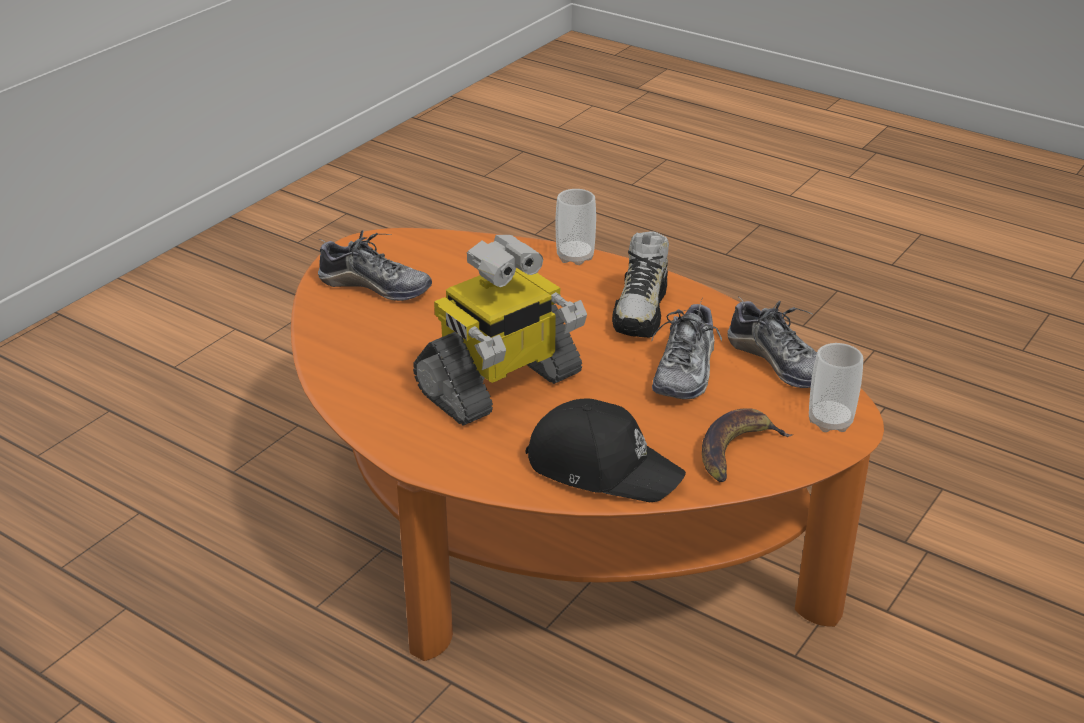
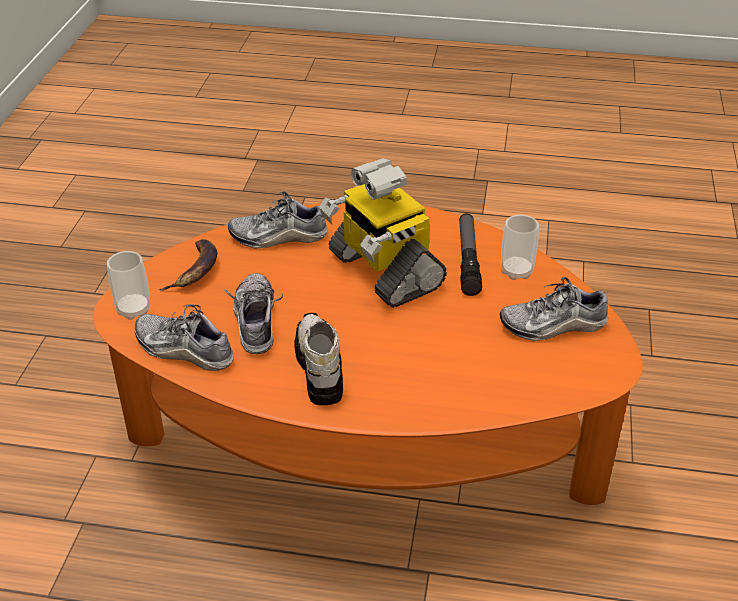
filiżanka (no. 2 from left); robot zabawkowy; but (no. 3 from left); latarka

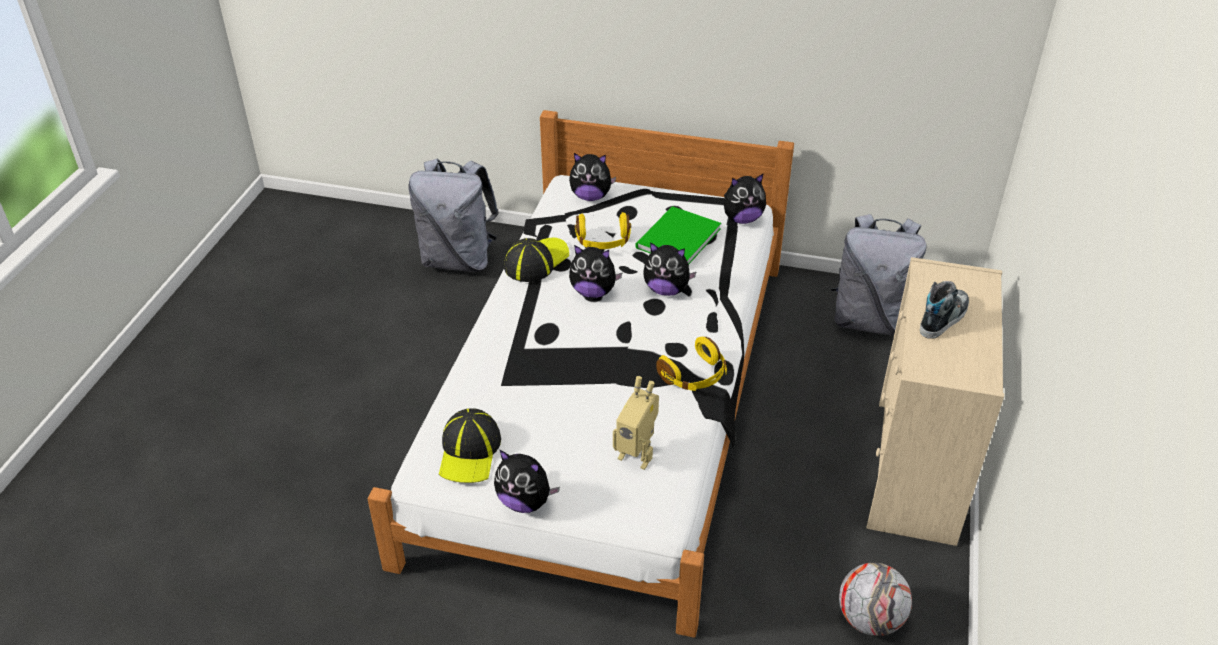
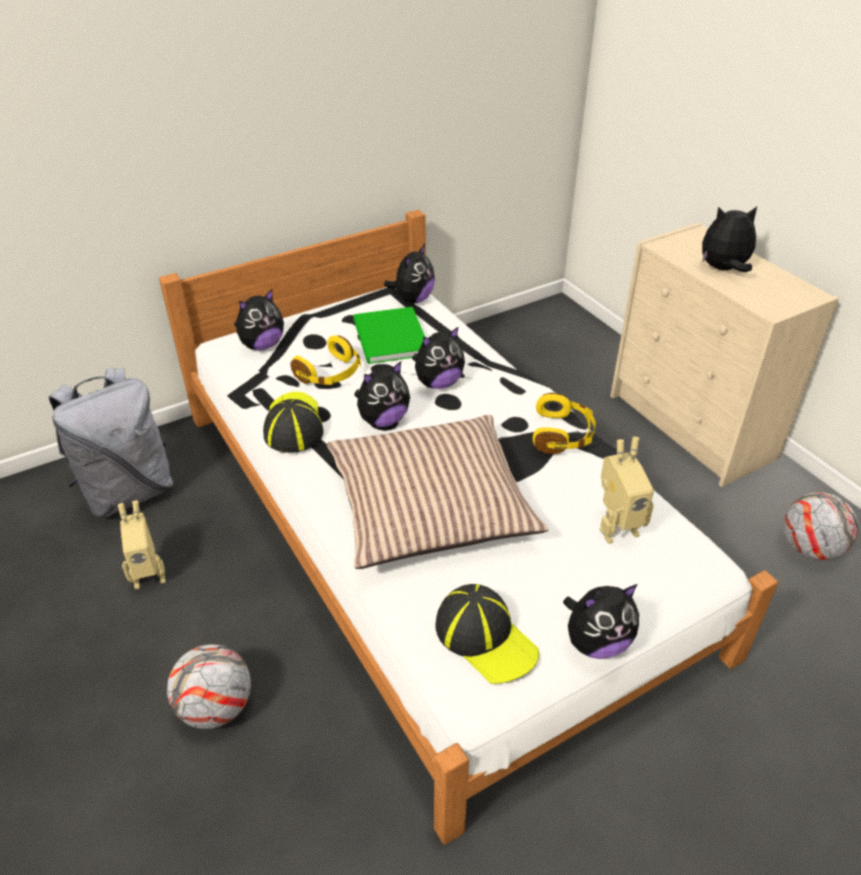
plecak (szary) (no. 2 from left in the first image); pluszak (no. 6 from left); poduszka; robot zabawkowy (no. 1 from left); piłka futbolowa (no. 1 from left)

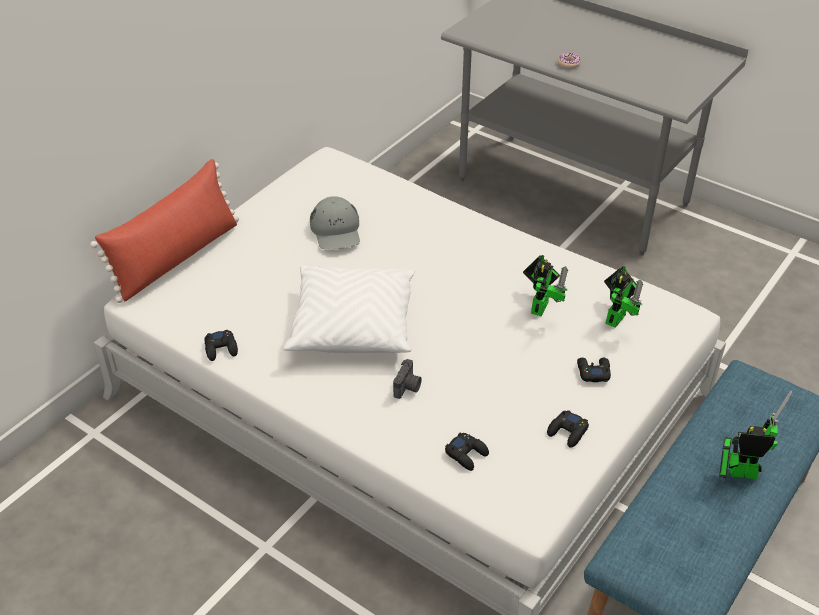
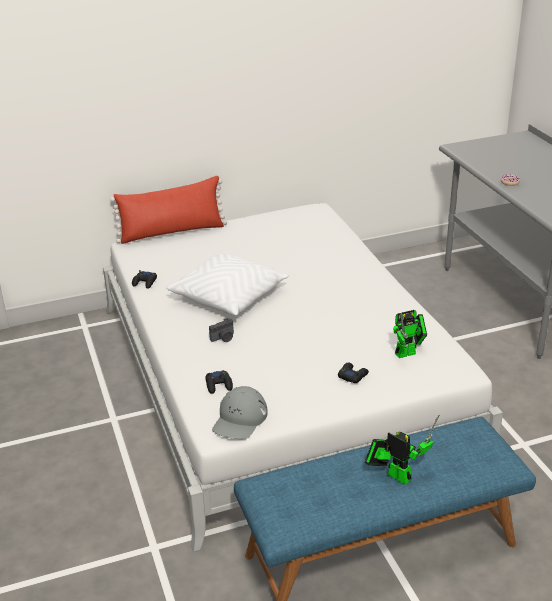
czapka z daszkiem (szary); robot zabawkowy (no. 1 from left in the first image); pad do gier (czarny) (no. 3 from left in the first image)

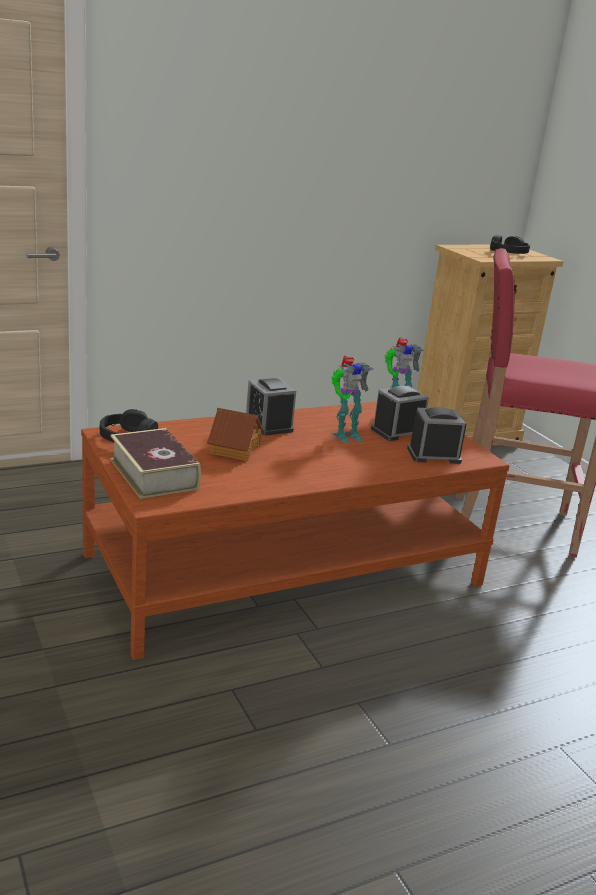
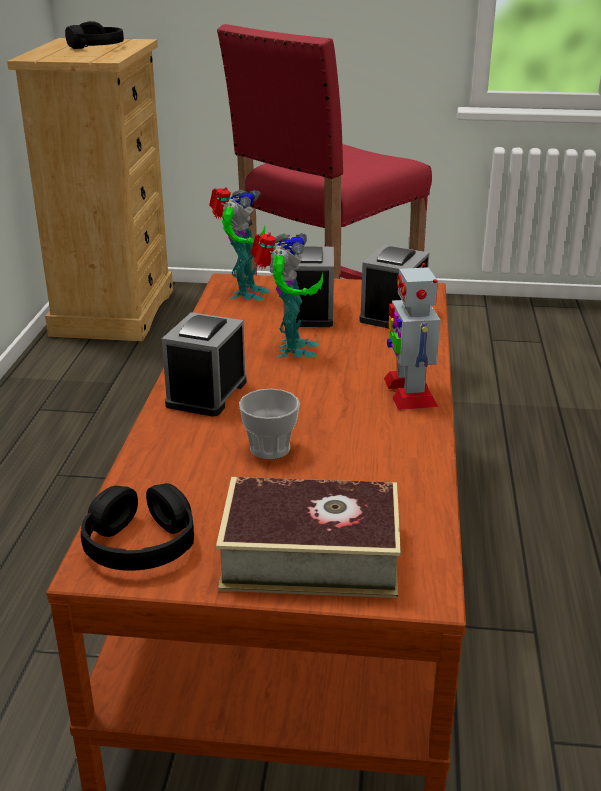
budzik (no. 1 from left); filiżanka; robot zabawkowy (no. 3 from left)

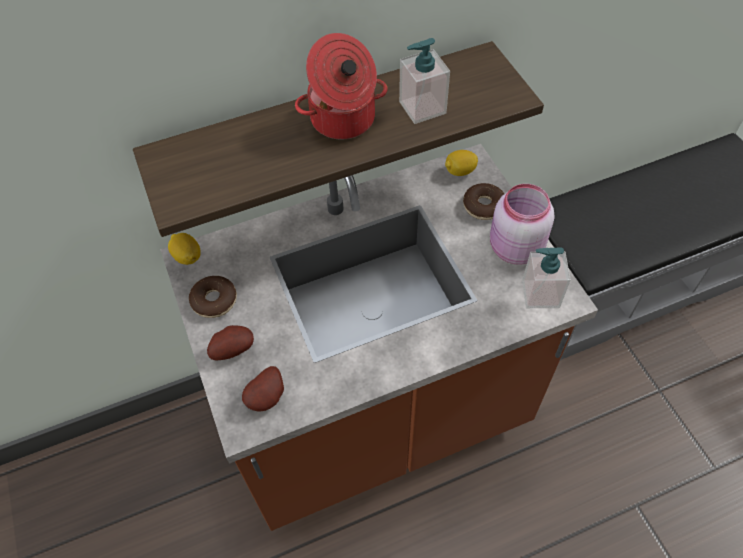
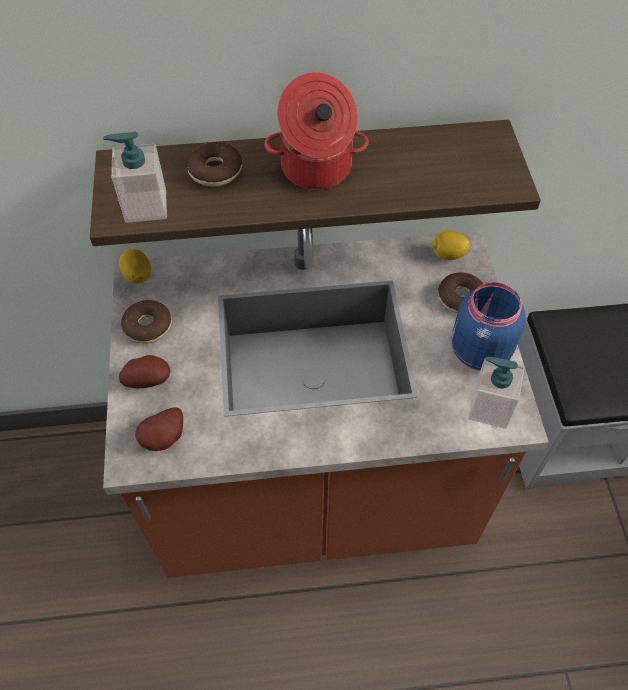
dozownik mydła (no. 1 from left); słoik (niebieski); donut (no. 2 from left)

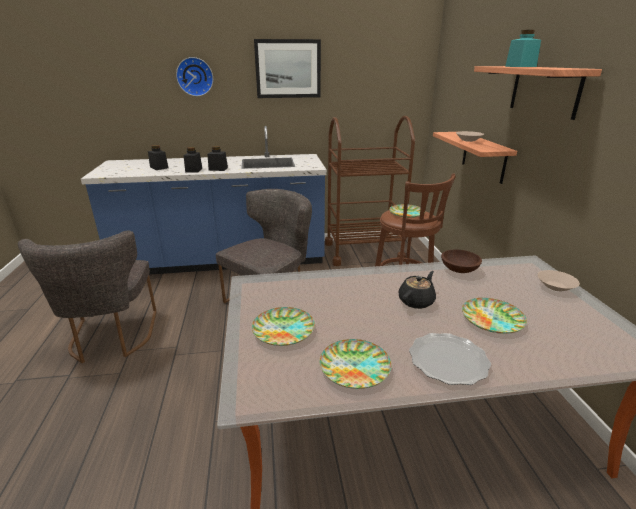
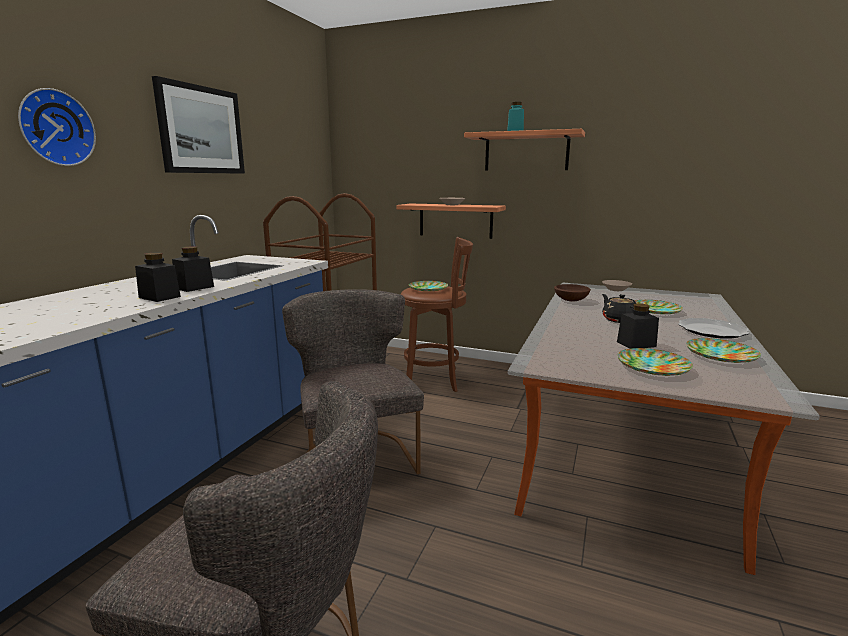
słoik (czarny) (no. 3 from left)

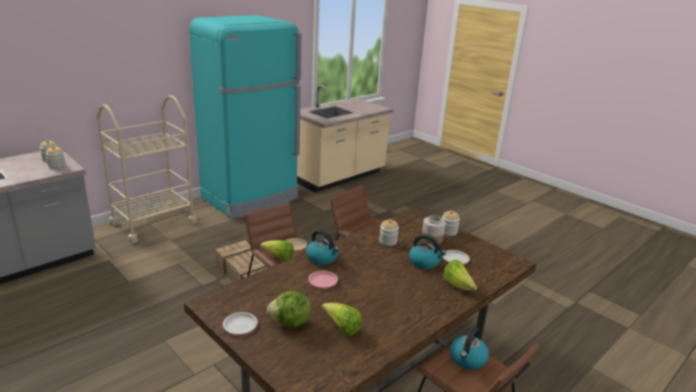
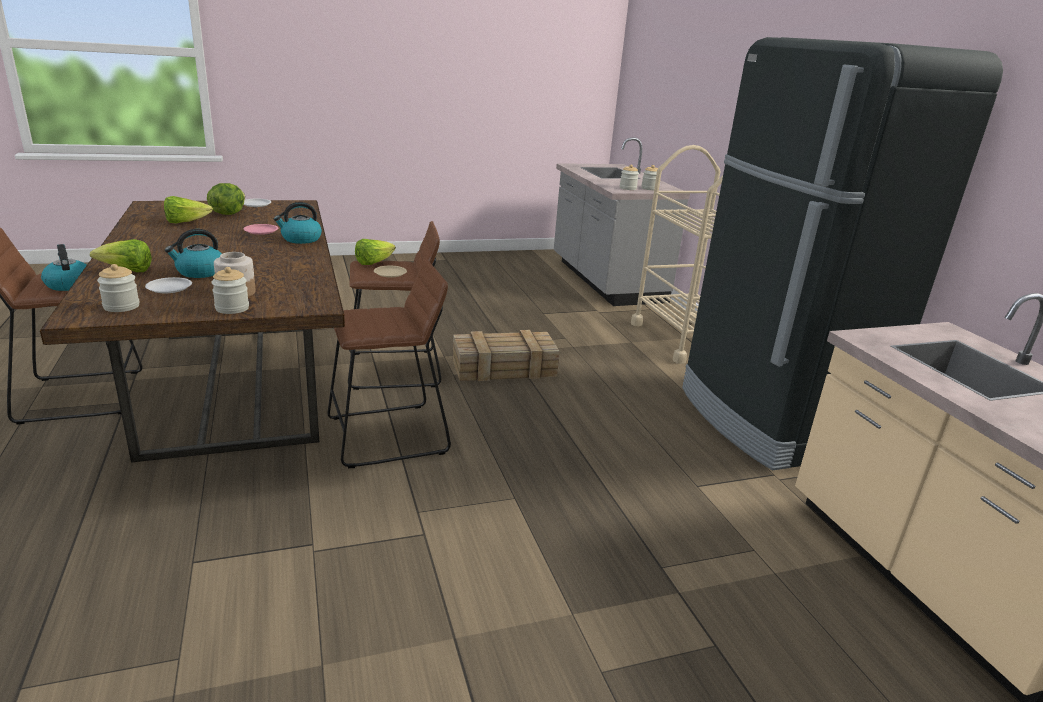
lodówka (czarny); słoik (no. 1 from left)

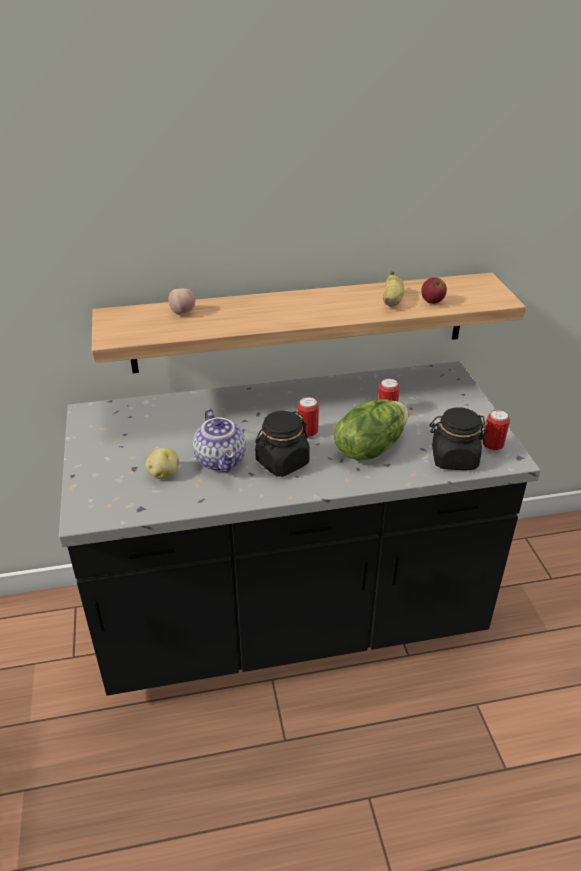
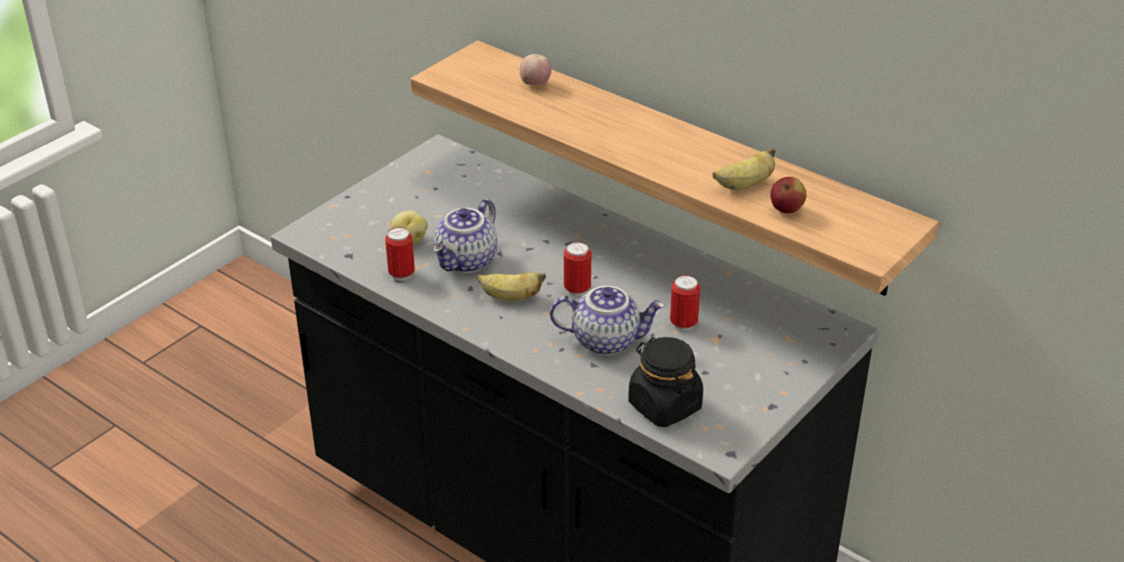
imbryk (no. 2 from left); puszka (no. 1 from left); banan (no. 1 from left)

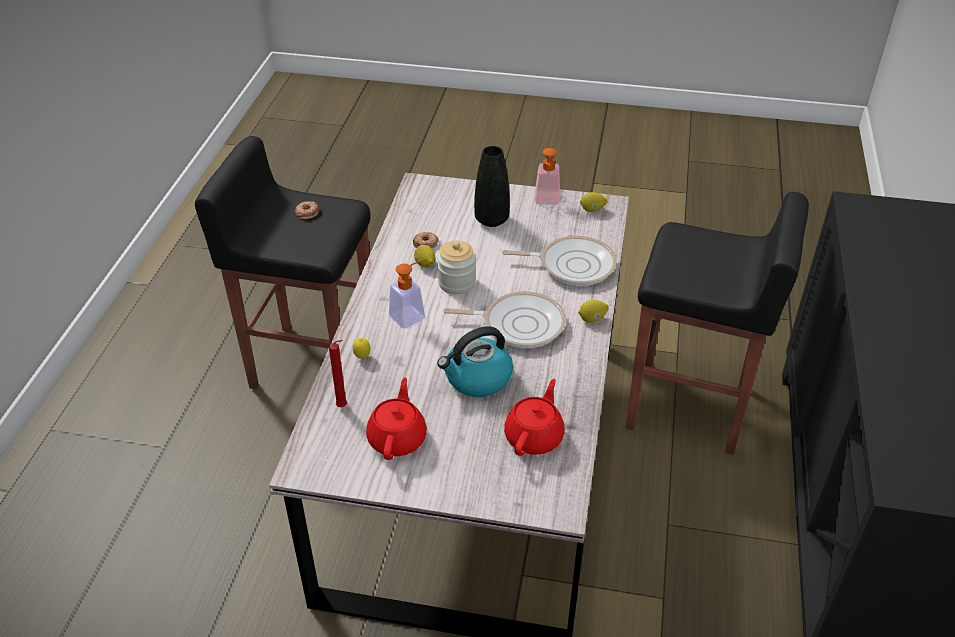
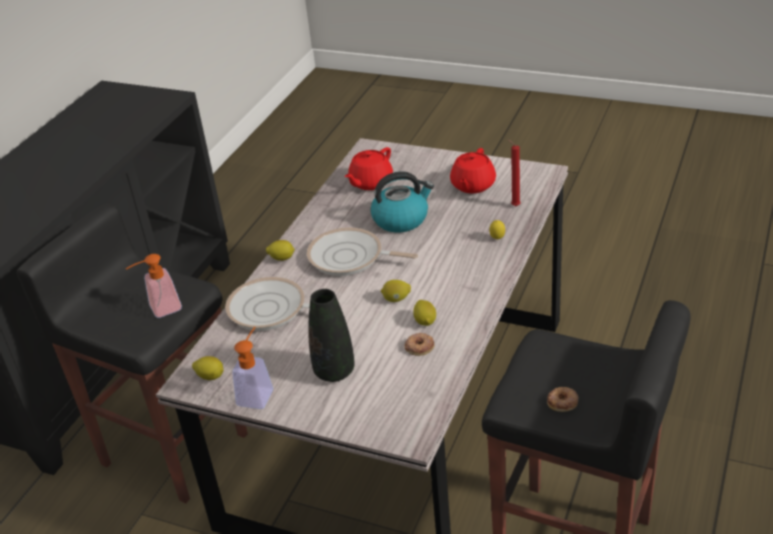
cytryna (no. 3 from left); dozownik mydła (no. 1 from left)

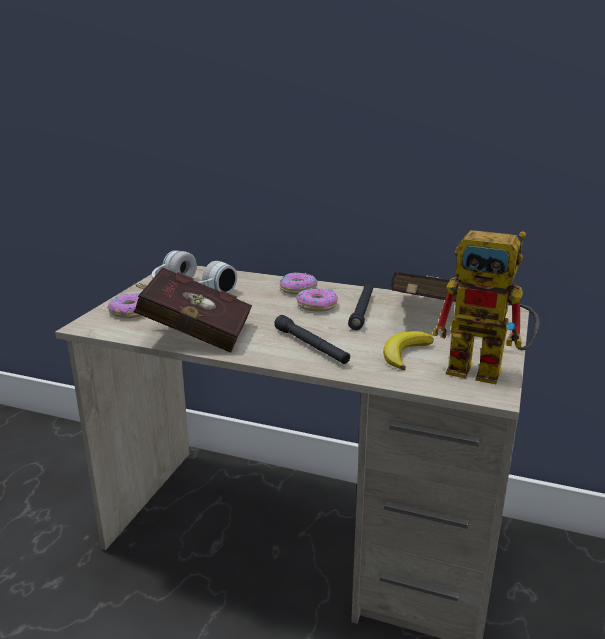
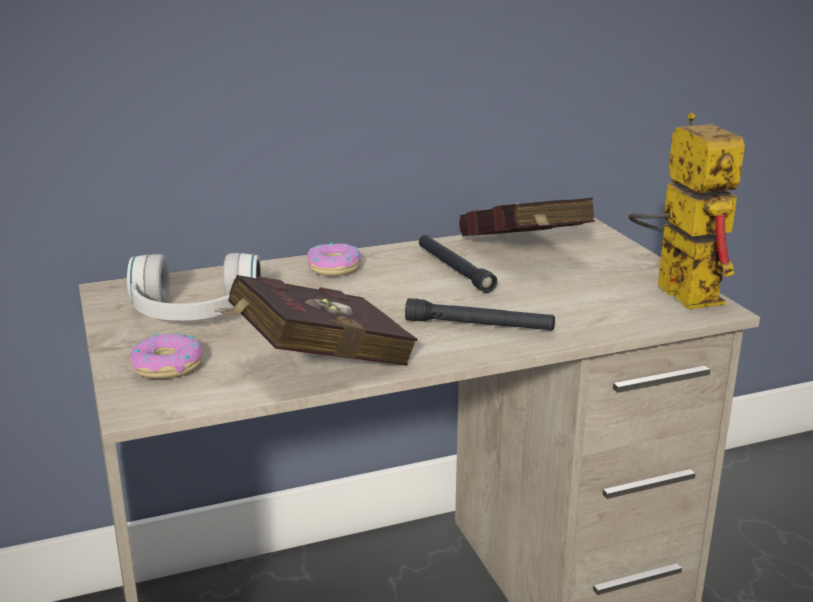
robot zabawkowy; donut (no. 3 from left in the first image); banan

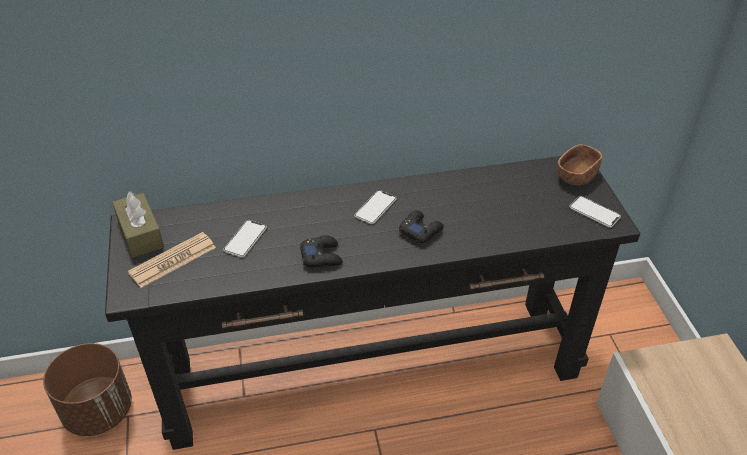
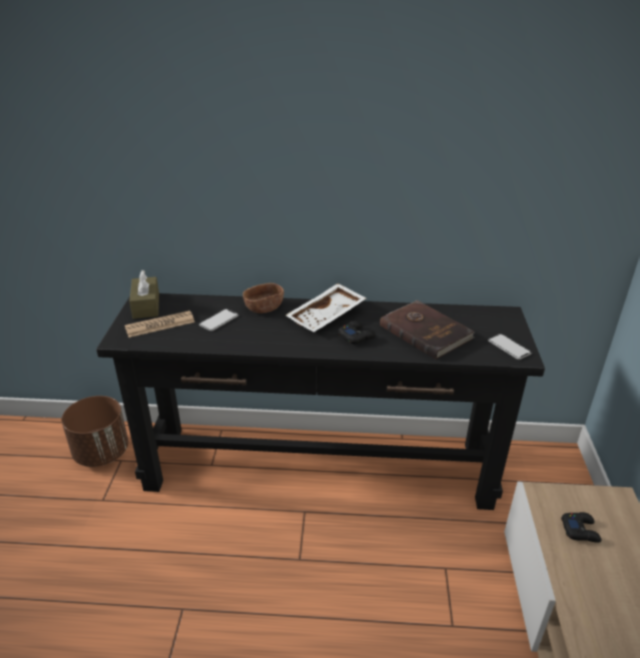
miska (brązowy); taca (biały); pad do gier (czarny) (no. 2 from left); książka (brązowy)

